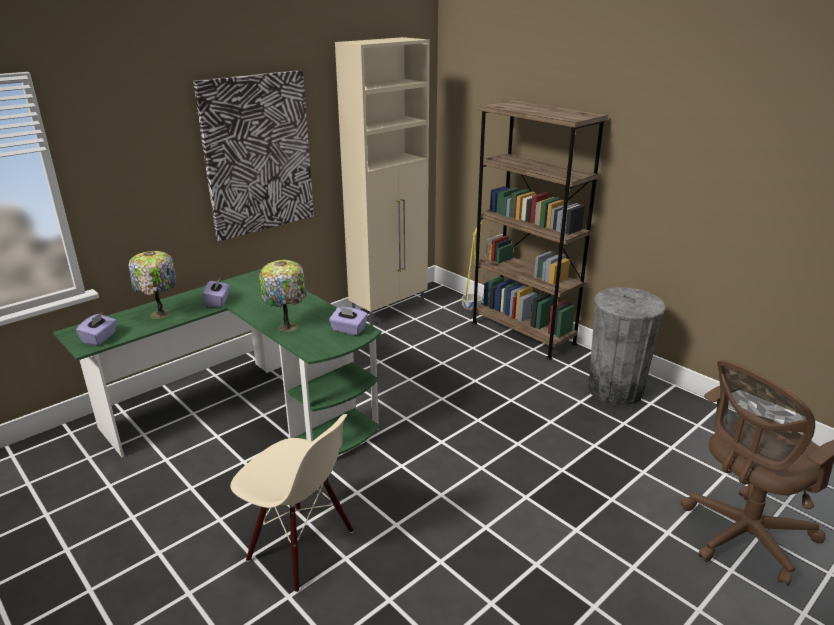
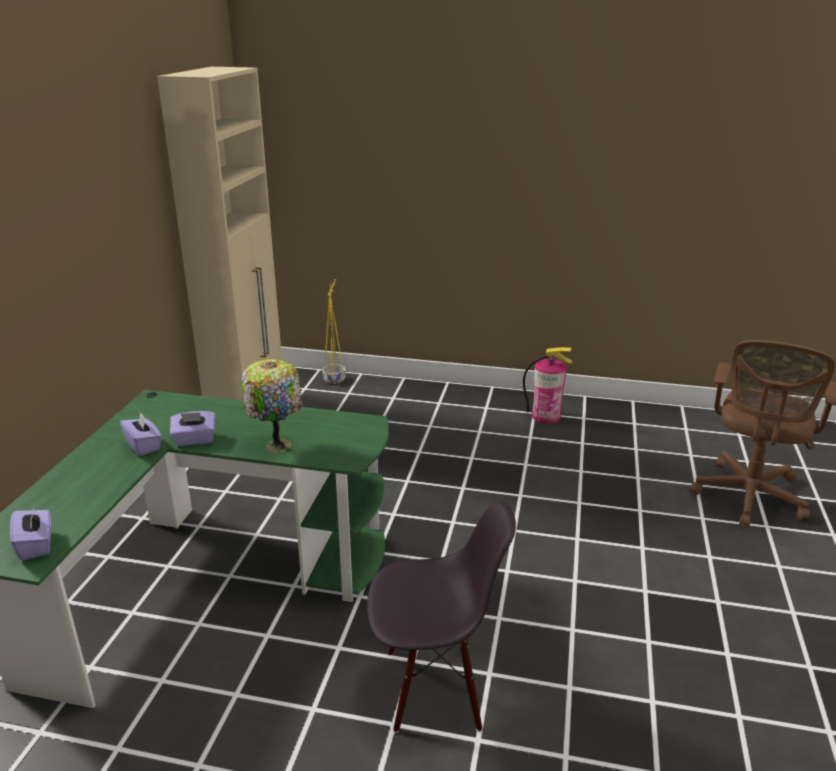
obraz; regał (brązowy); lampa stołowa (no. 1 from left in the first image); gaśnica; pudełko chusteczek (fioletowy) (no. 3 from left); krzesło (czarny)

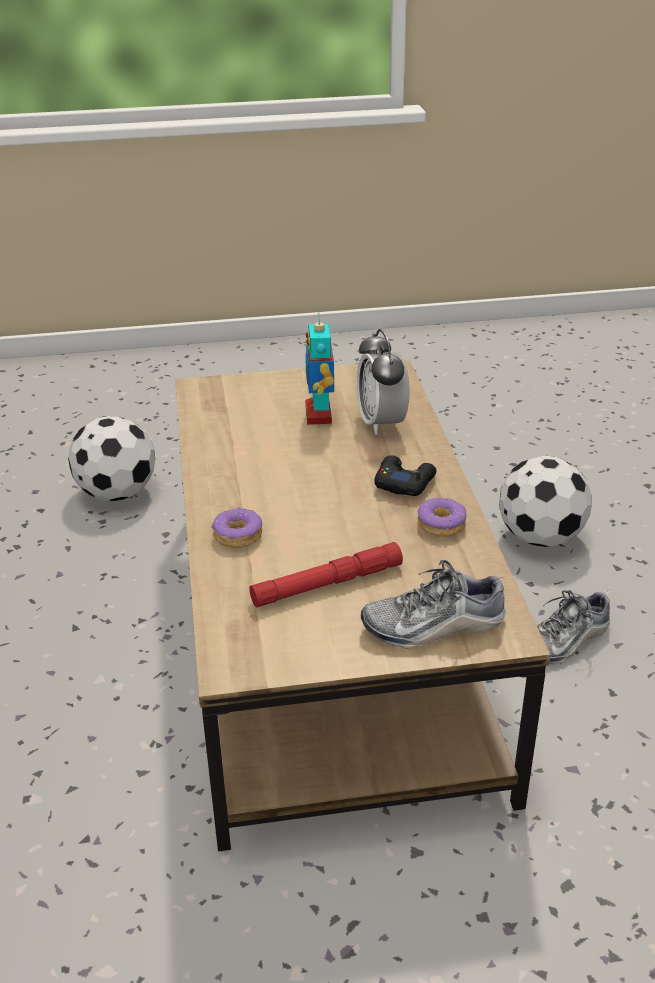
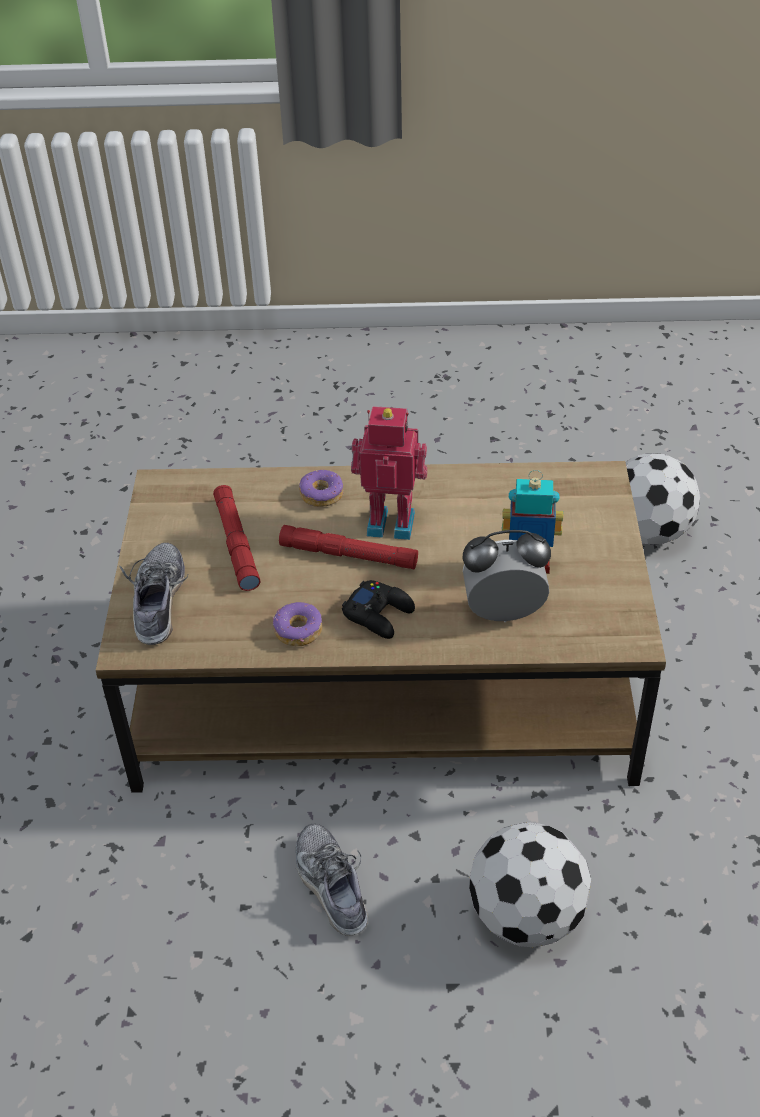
robot zabawkowy (no. 1 from left); latarka (czerwony) (no. 2 from left)

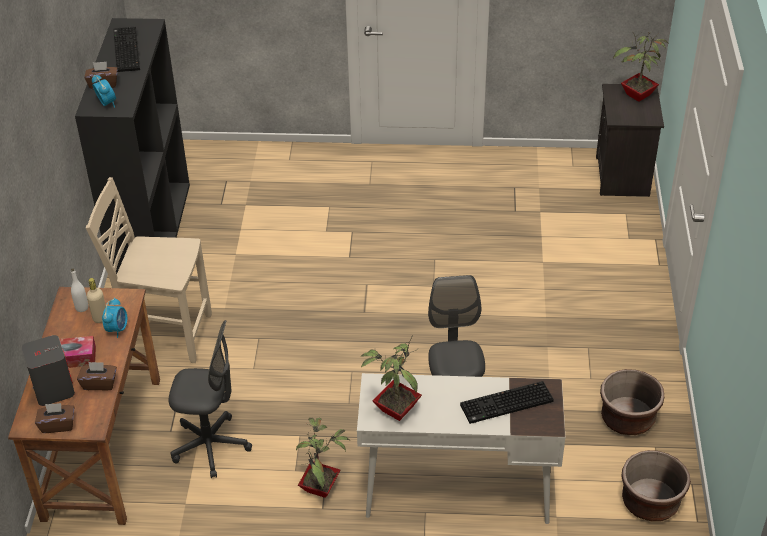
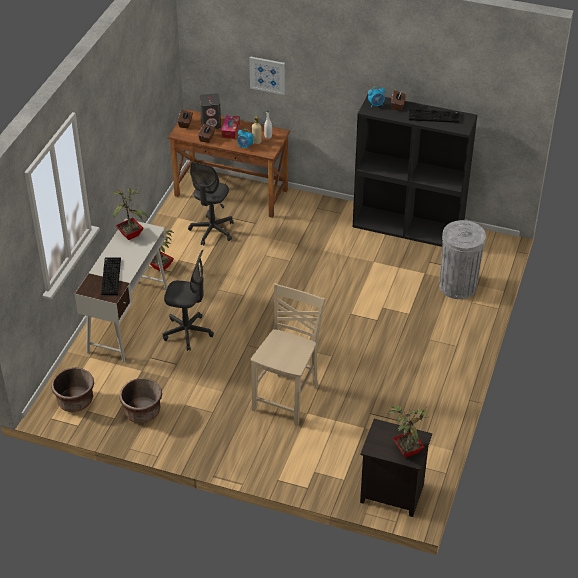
krzesło (beżowy); obraz; kosz na śmieci (szary)

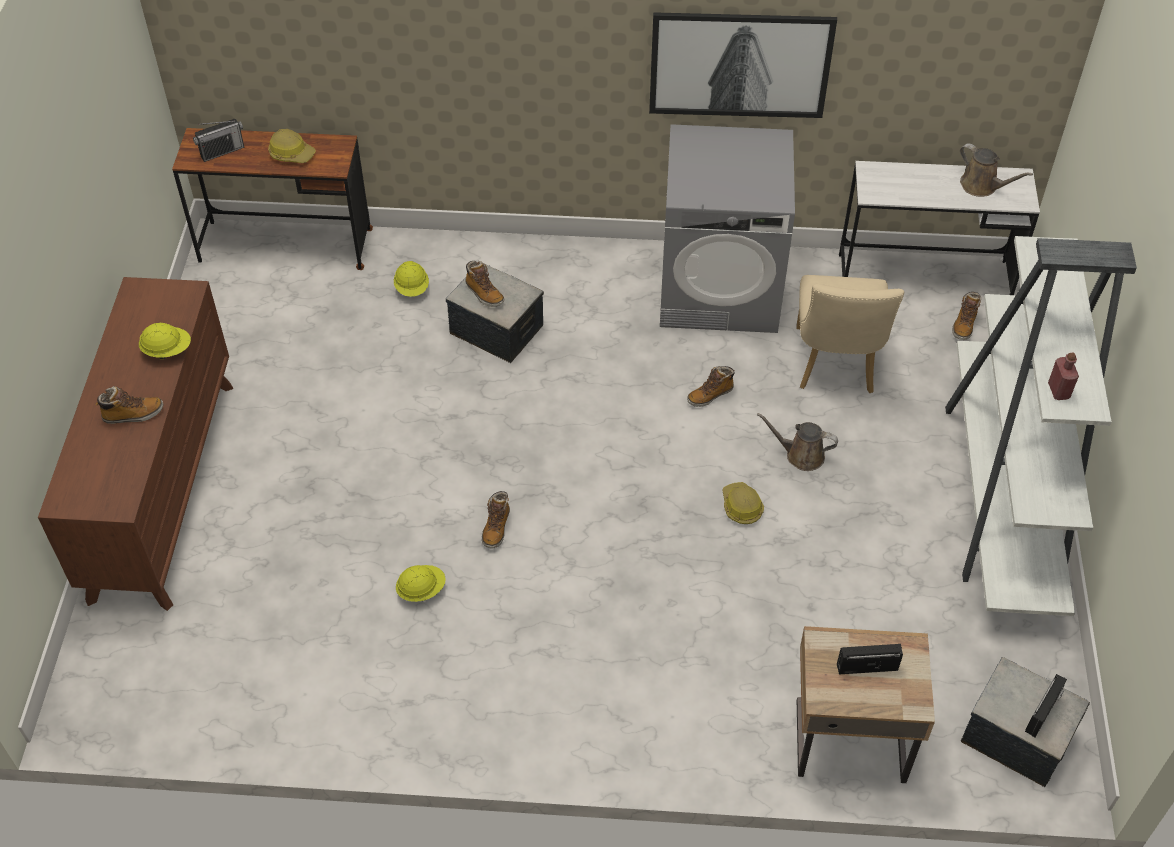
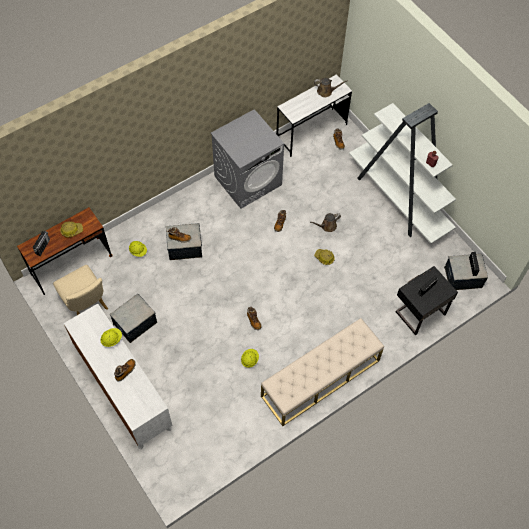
obraz; krzesło (beżowy); komoda (biały); szafka nocna (czarny); pojemnik do przechowywania (no. 1 from left); ławka (beżowy)

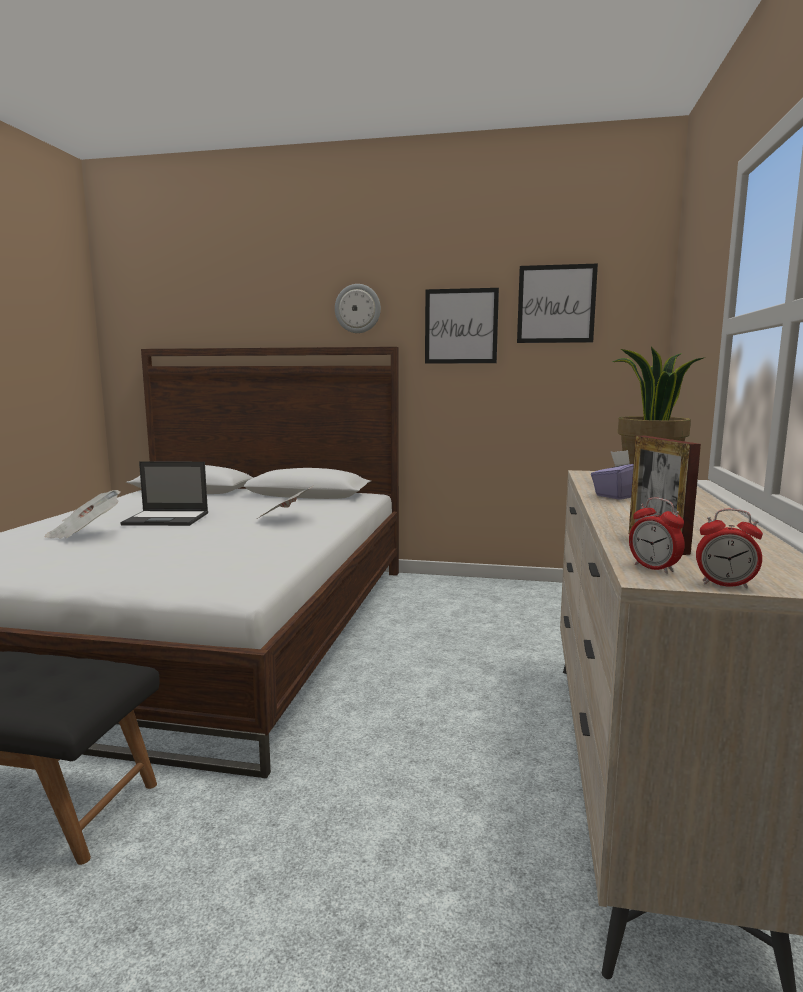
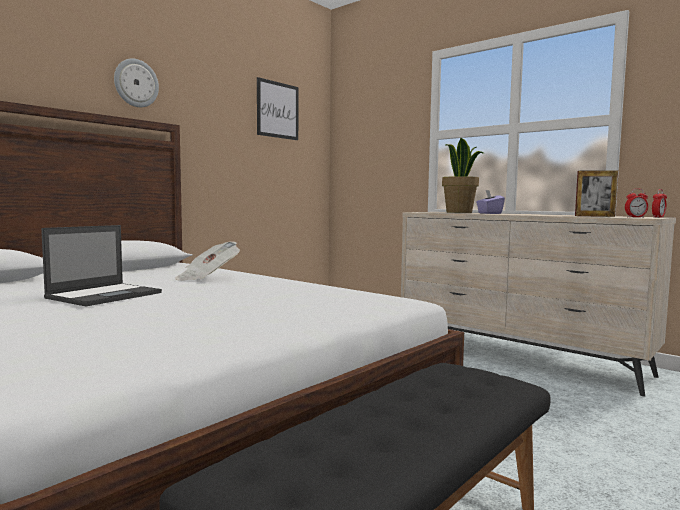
obraz (no. 1 from left in the first image); gazeta (no. 1 from left in the first image)

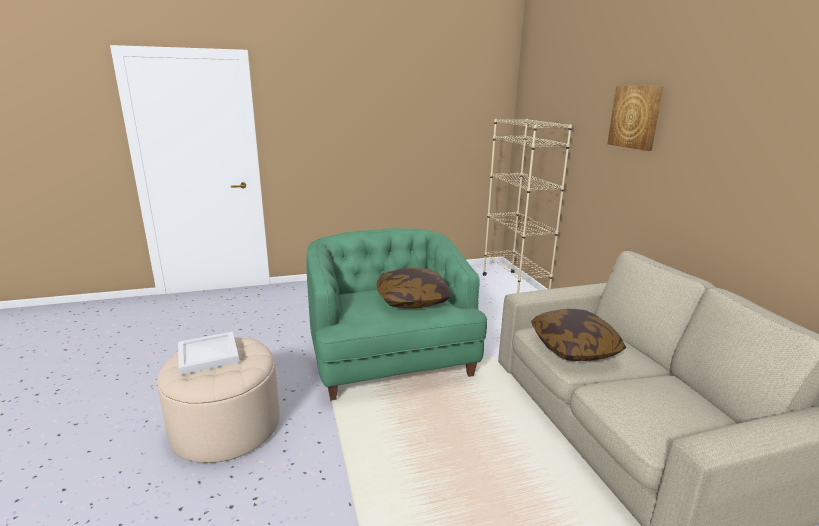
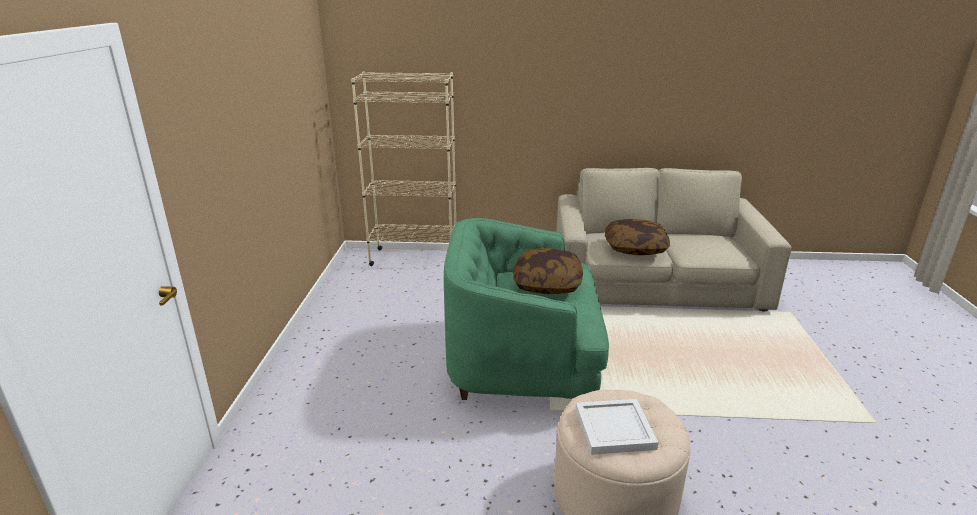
obraz

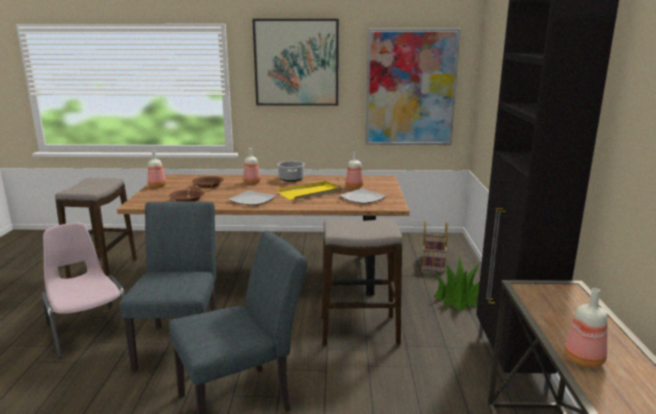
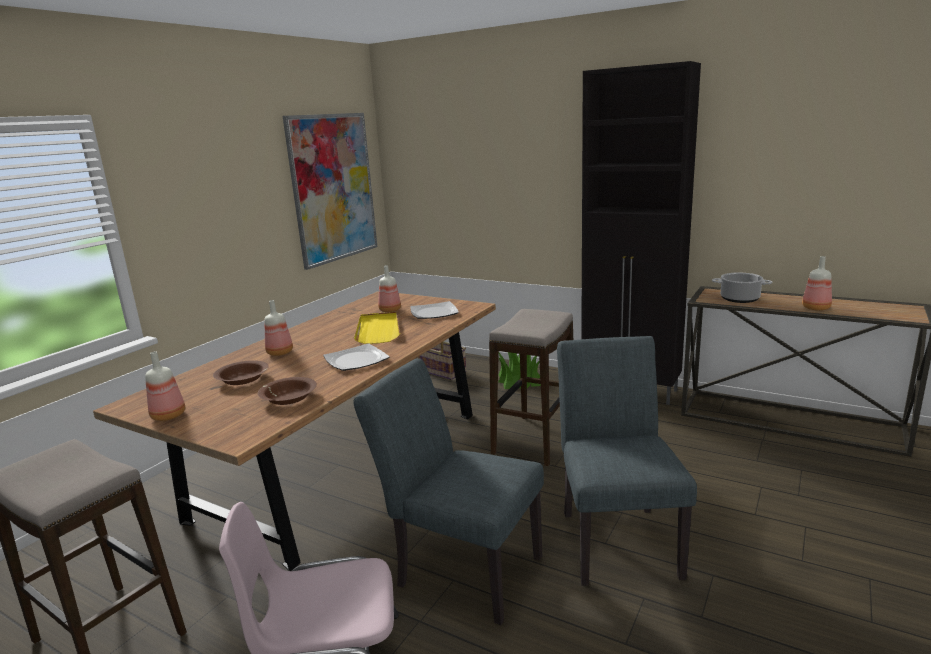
obraz (no. 1 from left in the first image); garnek

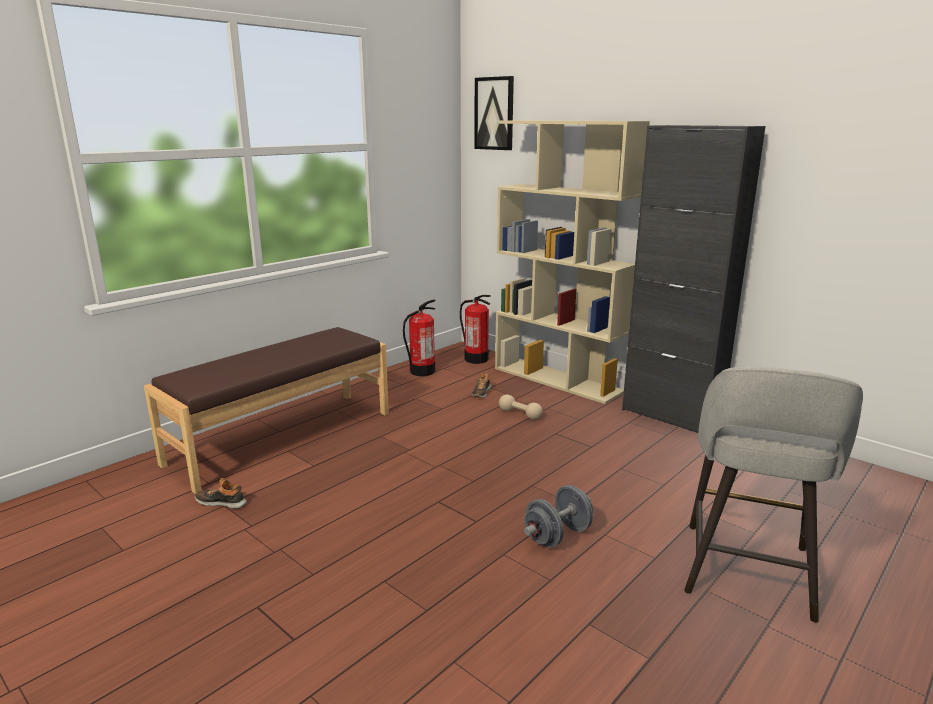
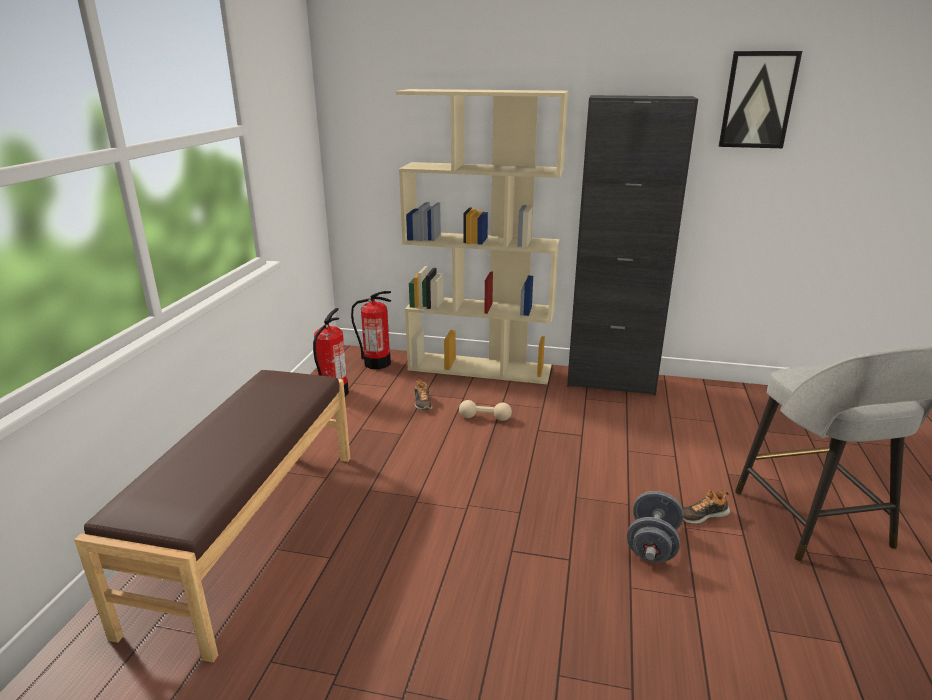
obraz; but (no. 2 from left)

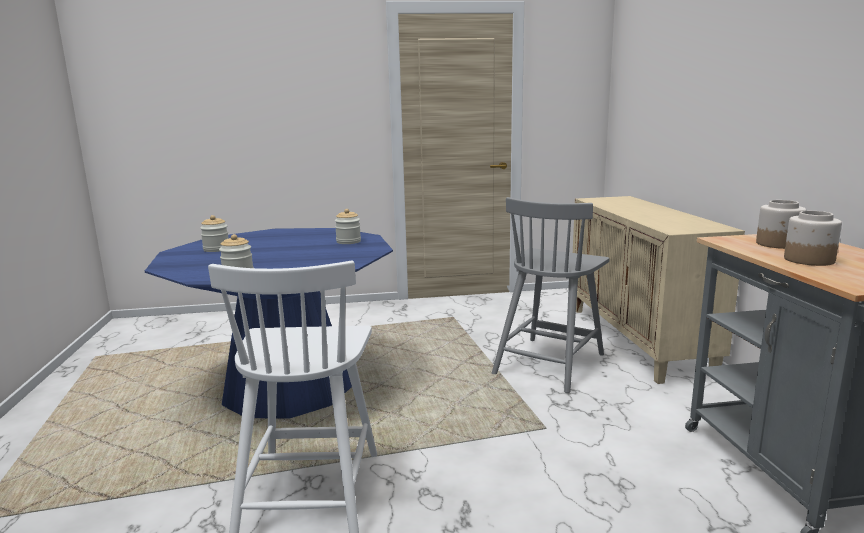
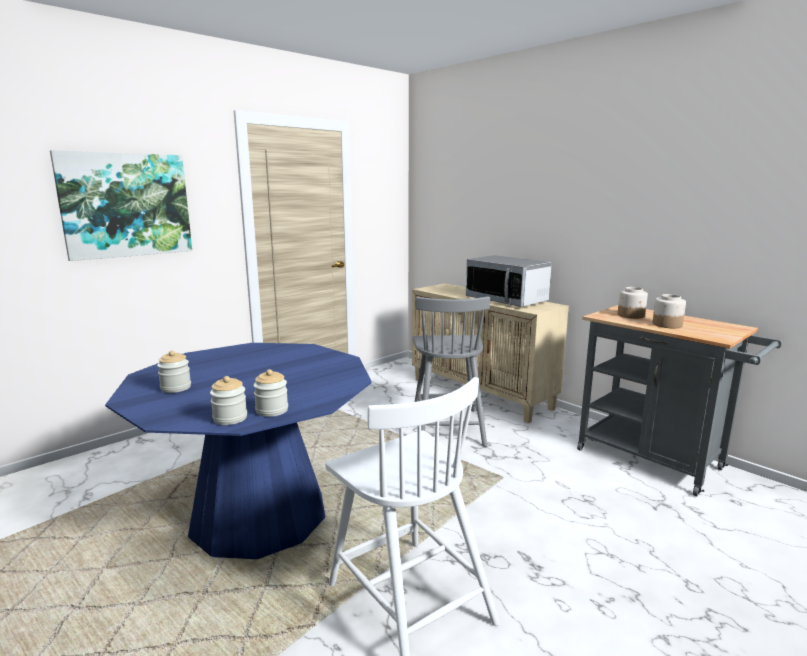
słoik (no. 2 from left); obraz; mikrofalówka

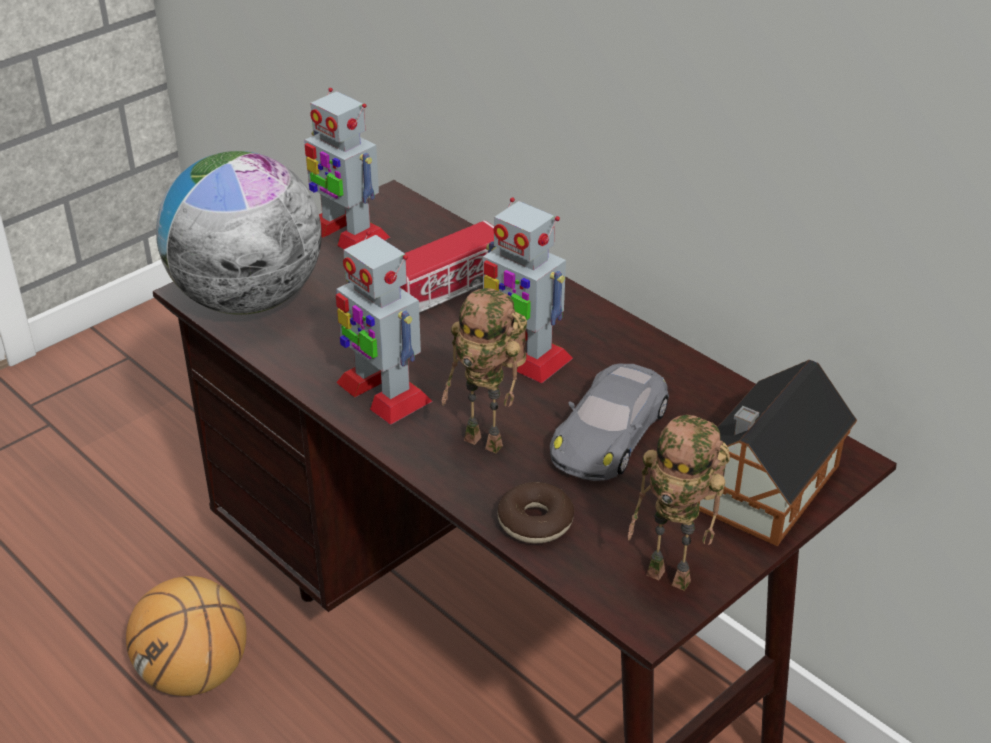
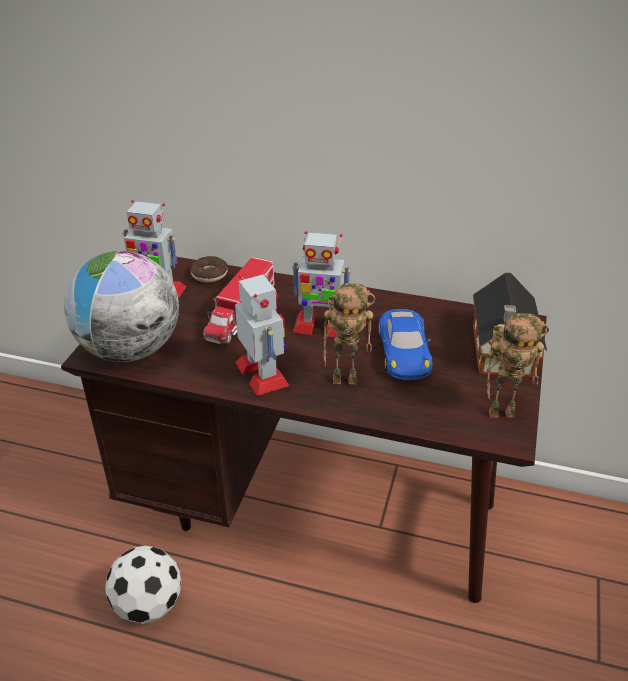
robot zabawkowy (no. 2 from left); samochodzik (niebieski); donut; piłka futbolowa

